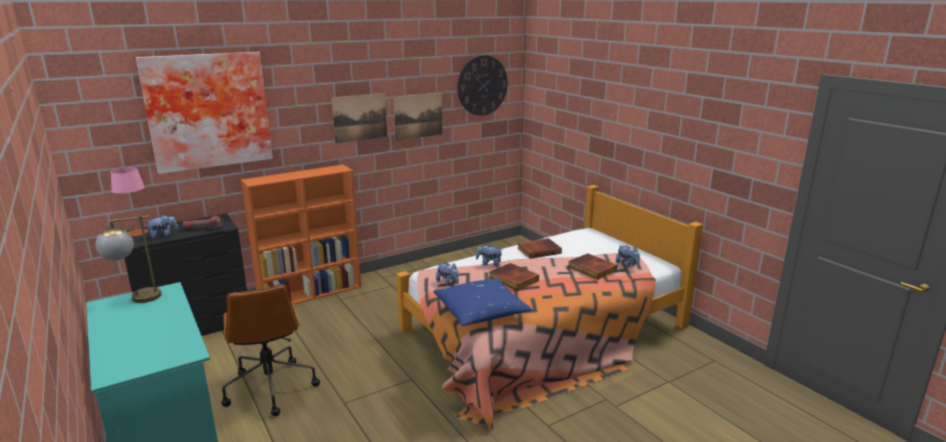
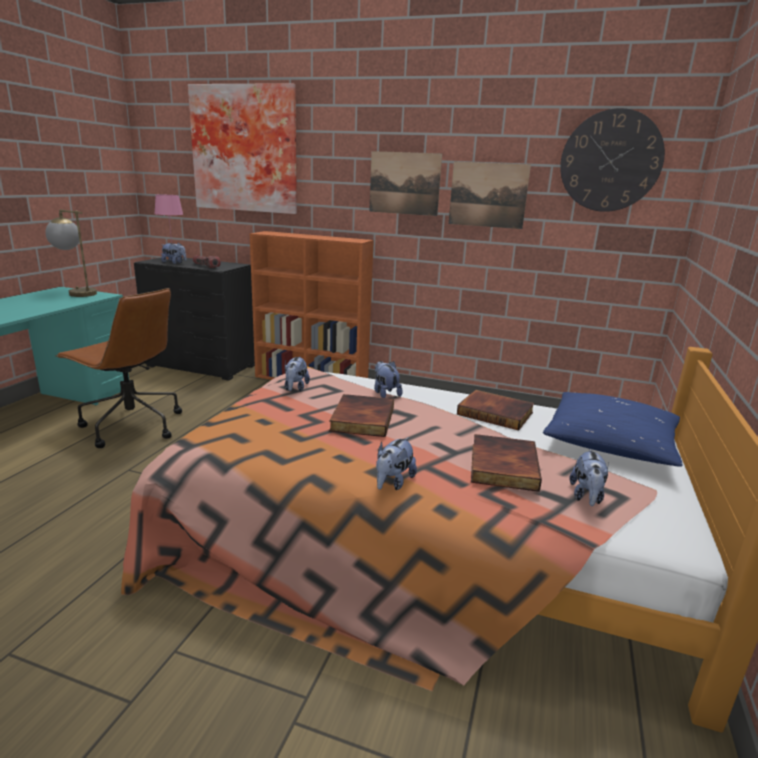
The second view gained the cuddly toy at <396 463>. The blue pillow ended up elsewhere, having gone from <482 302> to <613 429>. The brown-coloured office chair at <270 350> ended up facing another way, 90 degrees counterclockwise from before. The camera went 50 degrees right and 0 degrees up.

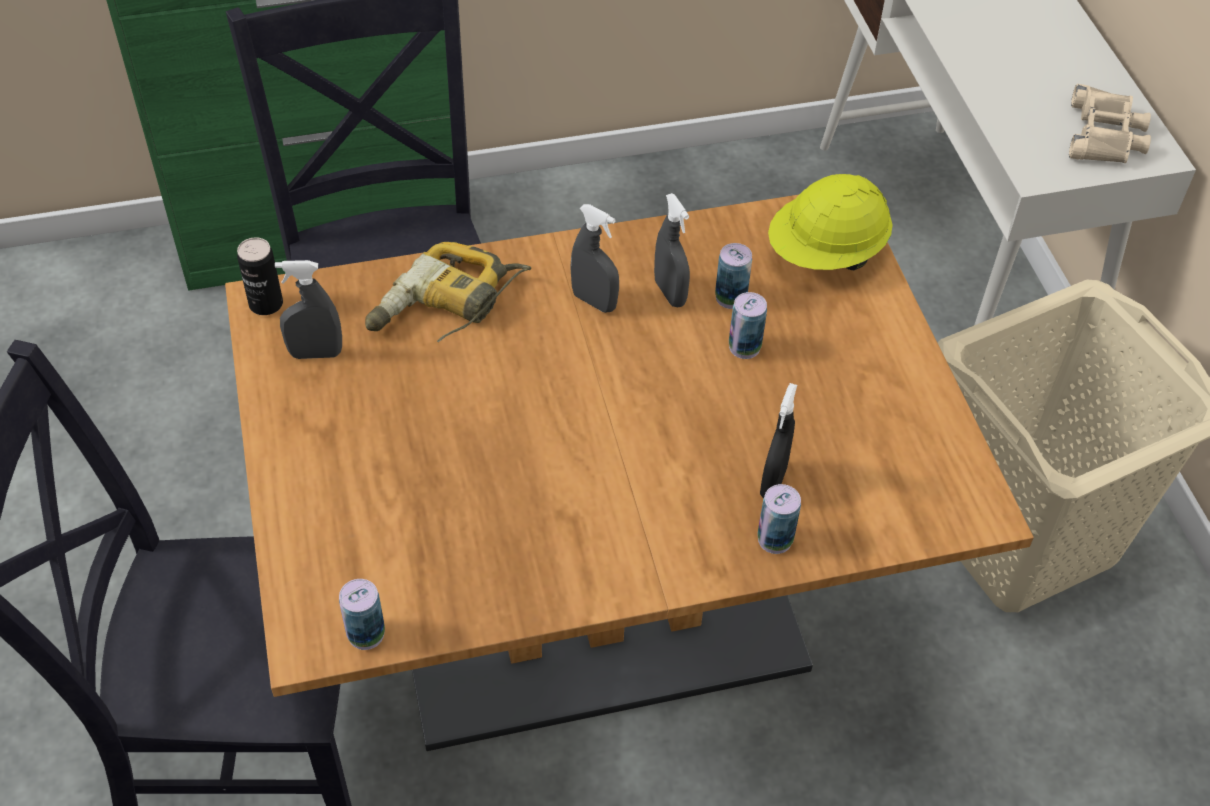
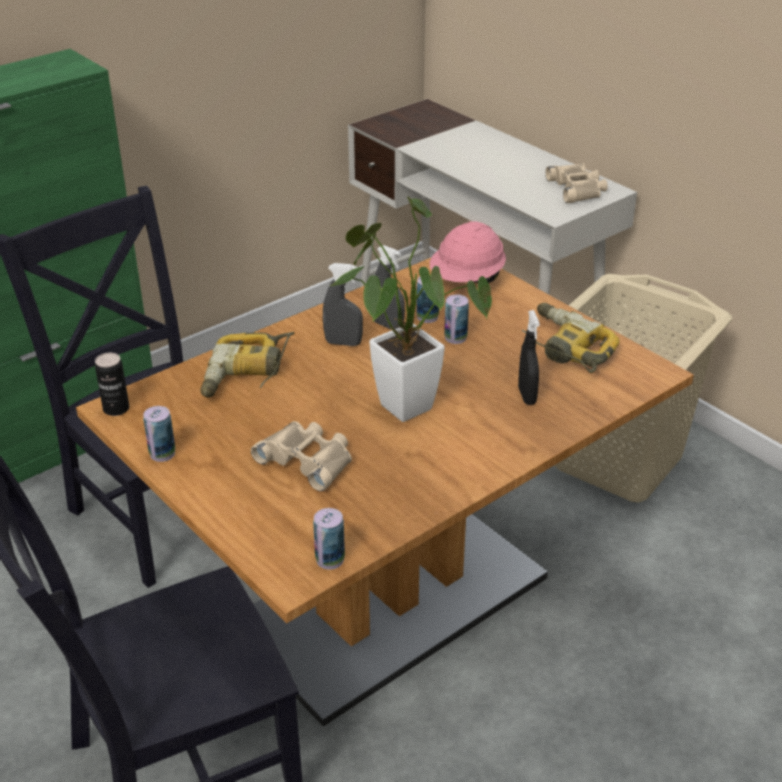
The second view lost the gray hand sprayer at <308 309>. The second view gained the beige field glasses at <301 456>. The second view gained the potted plant at <410 309>. The second view gained the drill at <571 338>. The metal can ended up elsewhere, having gone from <779 519> to <159 434>. What was the yellow work helmet at <830 222> turned into the pinkish work helmet at <468 252>. The camera went 25 degrees left and 15 degrees down.

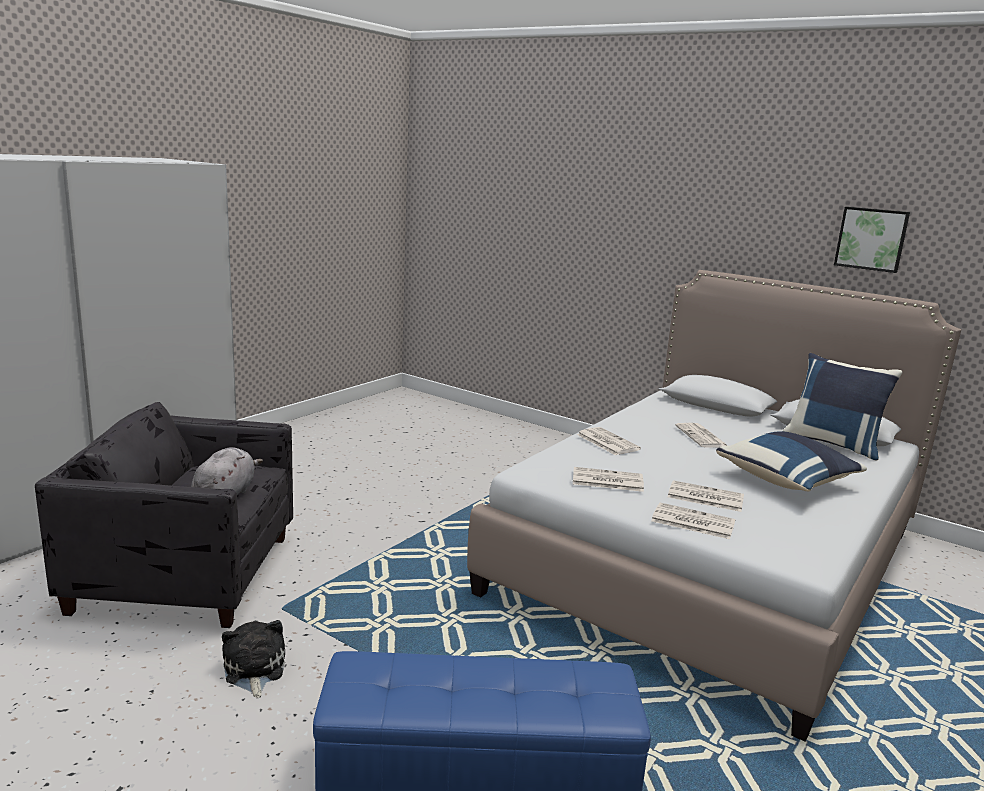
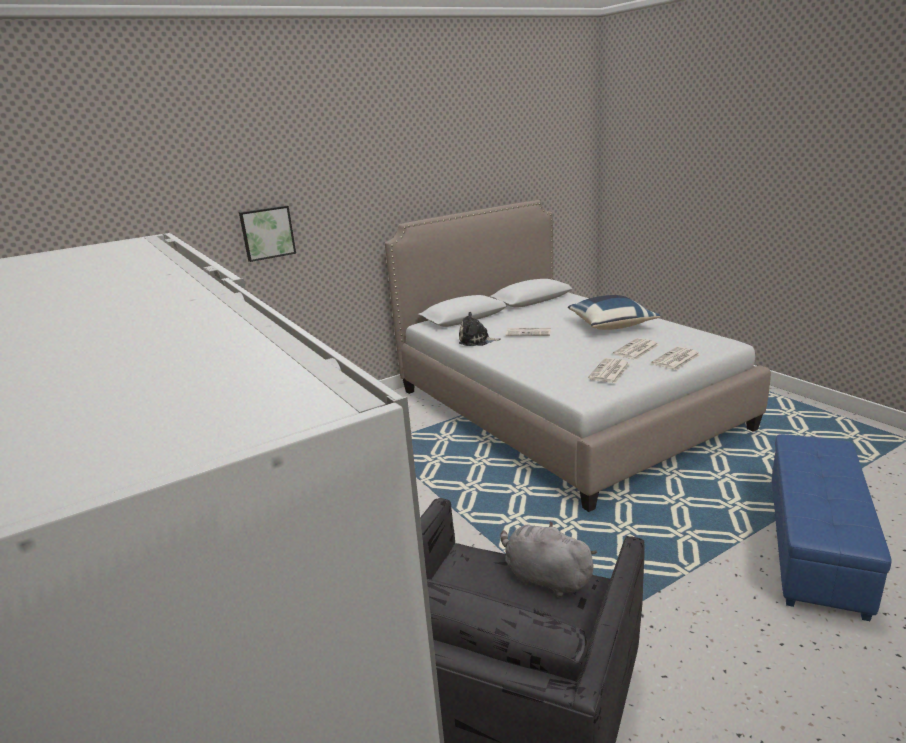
The second view lost the printed paper at <609 441>. The second view lost the blue pillow at <843 406>. The cuddly toy ended up elsewhere, having gone from <253 659> to <480 329>. The wall art ended up elsewhere, having gone from <872 239> to <267 233>. The camera went 65 degrees left and 5 degrees up.

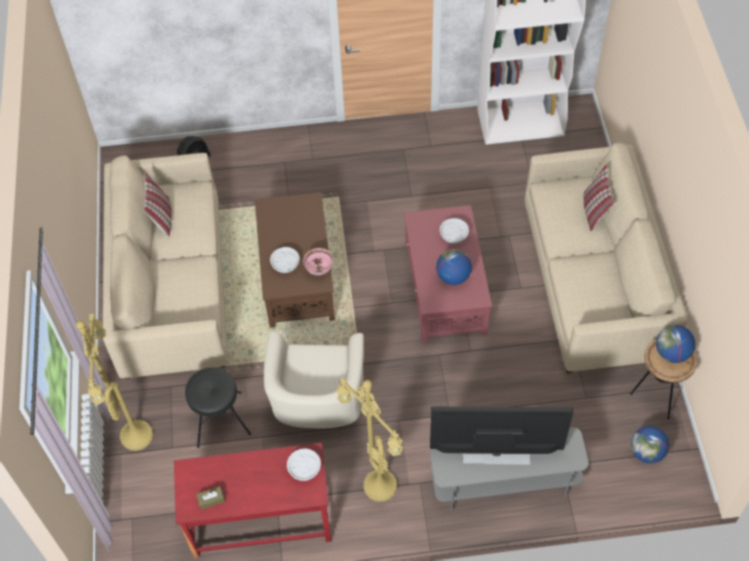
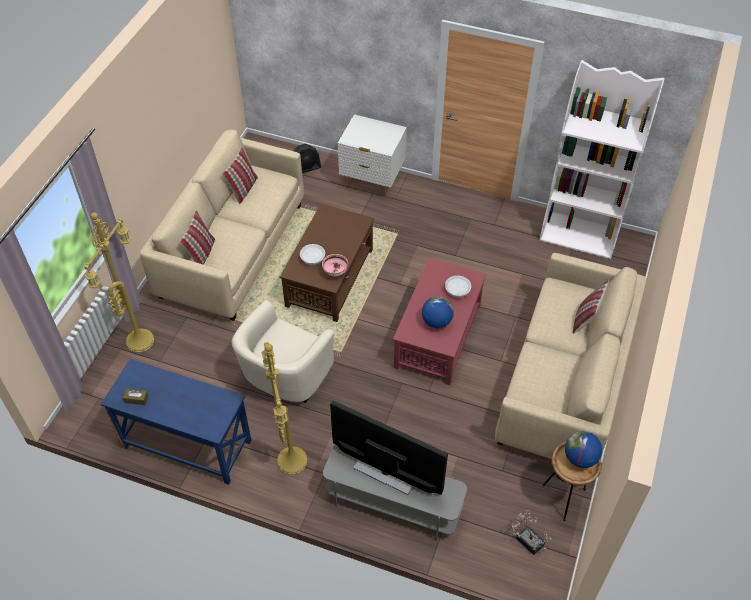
The second view lost the blackish stool seat at <218 407>. The second view lost the whitish deep dish at <304 465>. The second view gained the pillow at <197 238>. The second view gained the whitish bedside table at <372 155>. Where the globe stood at <650 445>, the potted plant came to stand at <531 532>. What was the red-coloured desk table at <252 501> turned into the blue desk table at <176 422>. The camera went 25 degrees right and 5 degrees down.

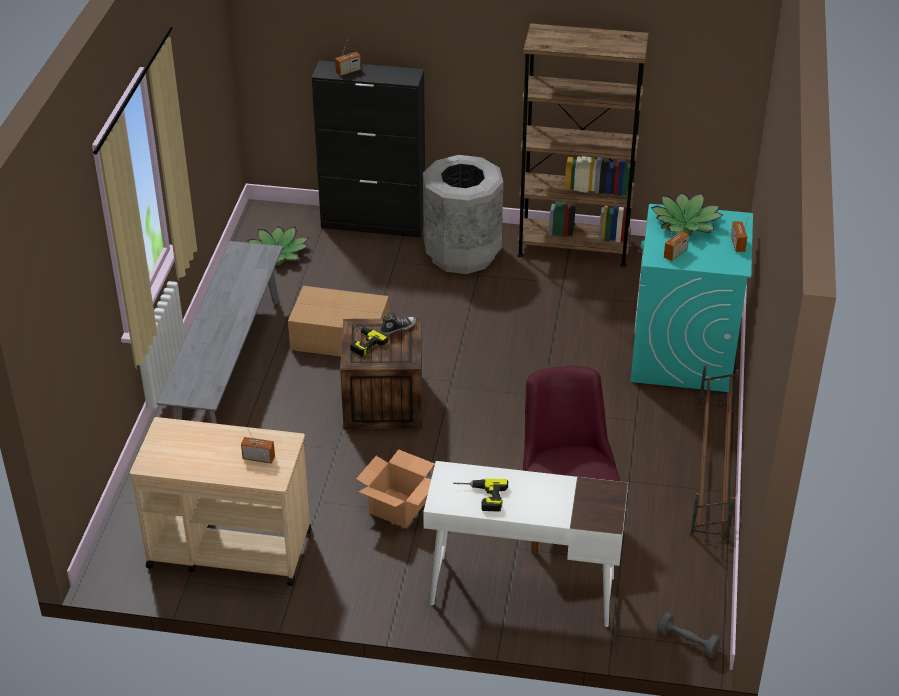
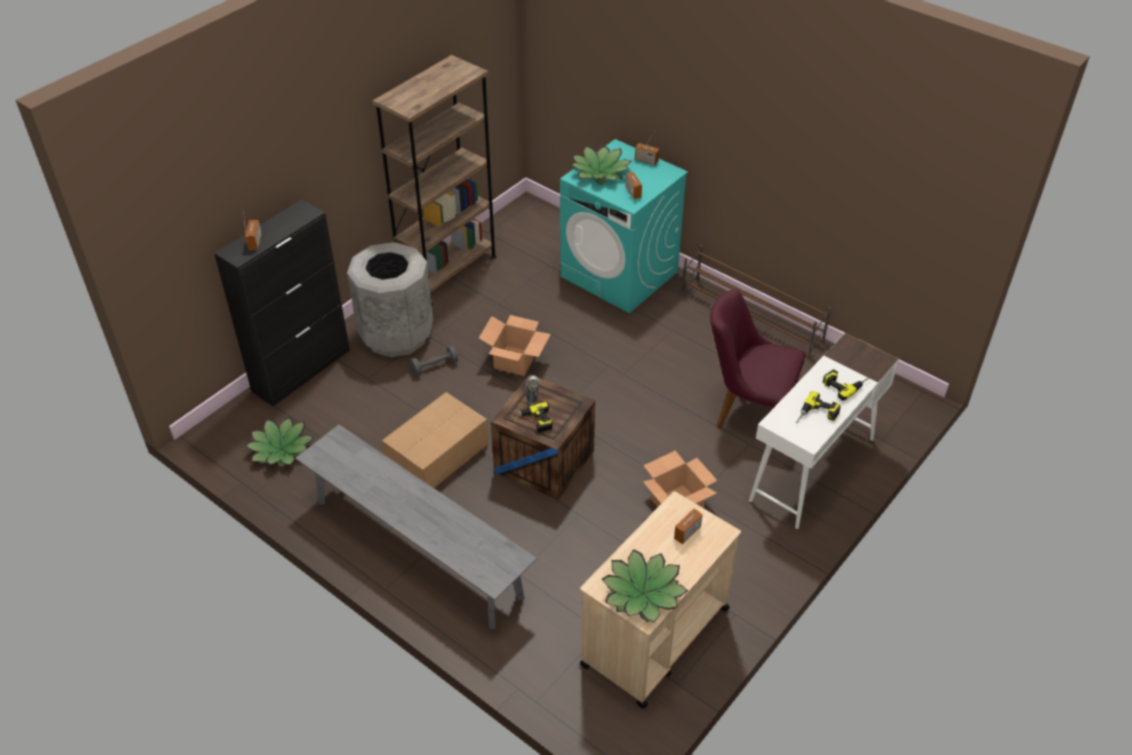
The second view gained the carton at <515 345>. The second view gained the potted plant at <645 586>. The second view gained the drill at <847 385>. The gray hand weight ended up elsewhere, having gone from <689 635> to <434 360>. The camera went 60 degrees left and 5 degrees up.

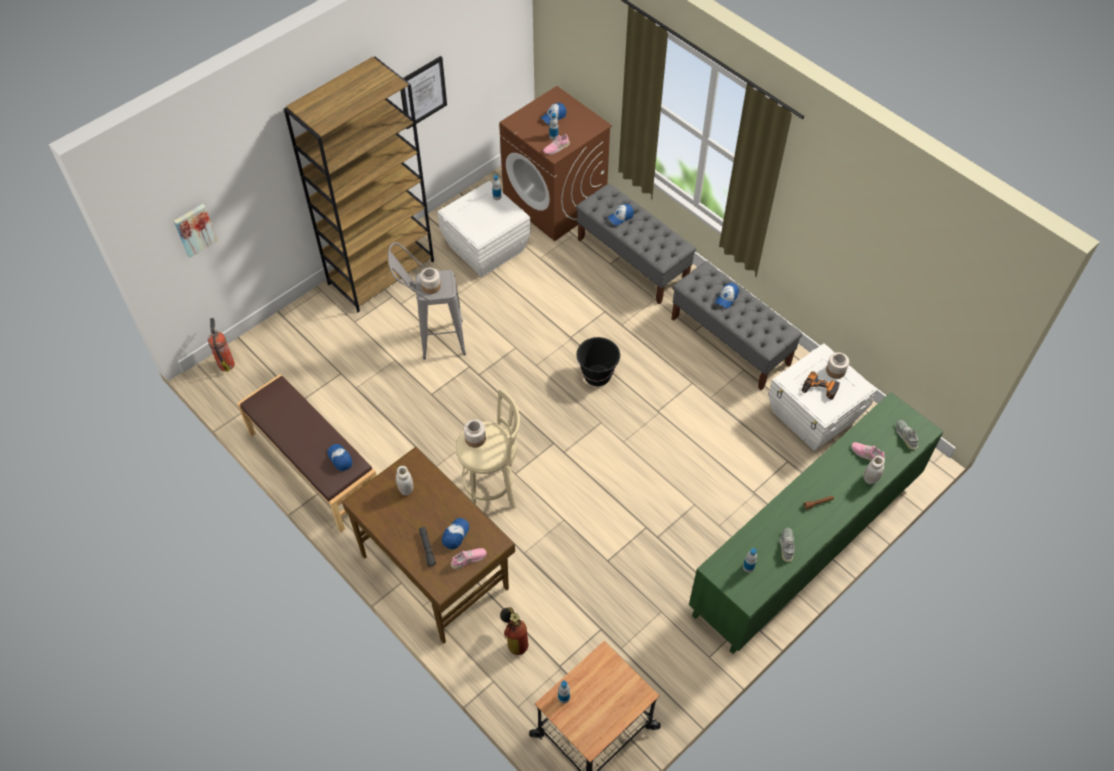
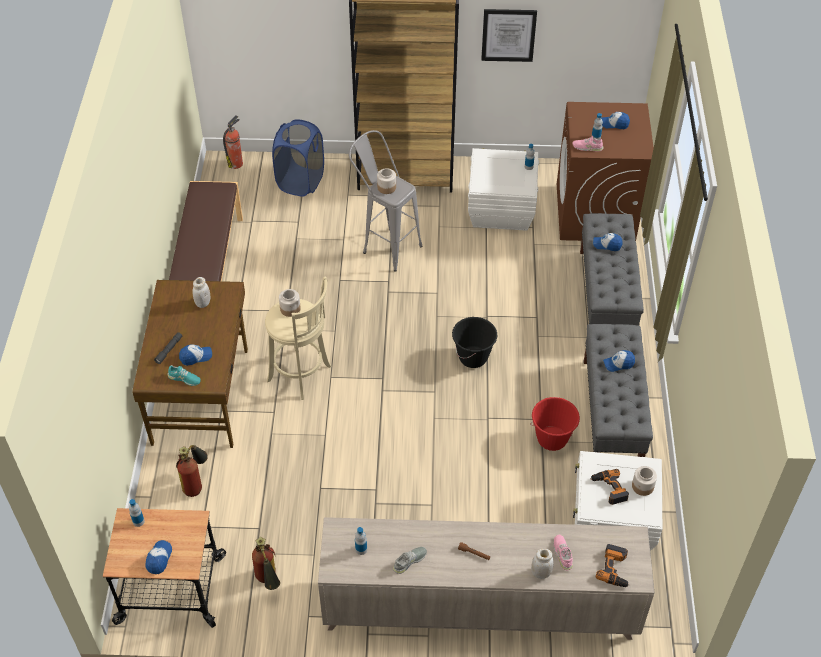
The second view lost the wall art at <196 231>. The second view gained the fire-fighting cylinder at <266 563>. The second view gained the blue laundry basket at <298 158>. The second view gained the red-coloured water bucket at <555 424>. The cap ended up elsewhere, having gone from <340 457> to <158 557>. Where the gray low shoe stood at <907 435>, the drill came to stand at <613 565>. What was the pinkish low shoe at <469 558> turned into the blue-green low shoe at <183 375>. What was the green storage cabinet at <816 523> turned into the beige storage cabinet at <486 578>. The camera went 45 degrees right and 5 degrees down.

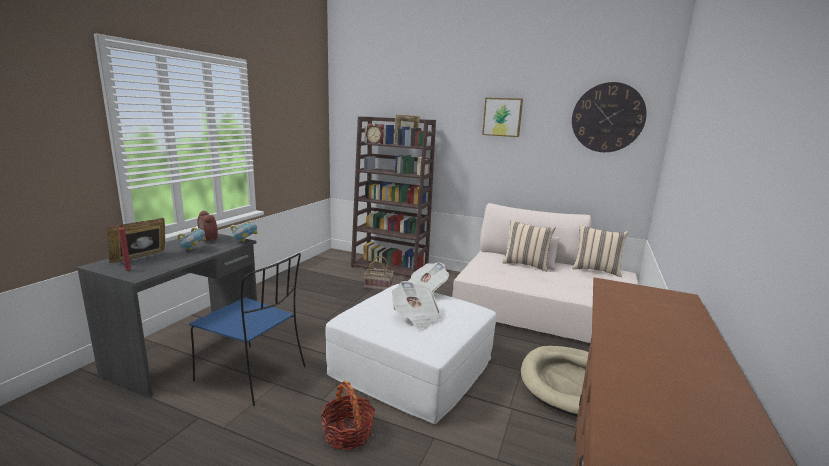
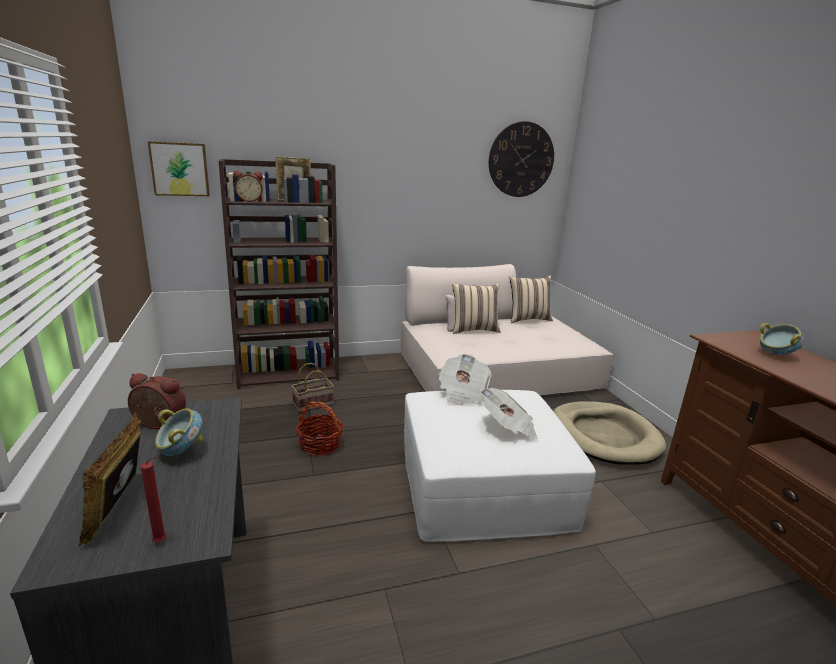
The second view lost the blue chair at <247 329>. The deep dish ended up elsewhere, having gone from <244 231> to <782 339>. The basket ended up elsewhere, having gone from <347 415> to <319 428>. The wall art ended up elsewhere, having gone from <502 117> to <179 168>. The camera went 40 degrees left and 5 degrees up.

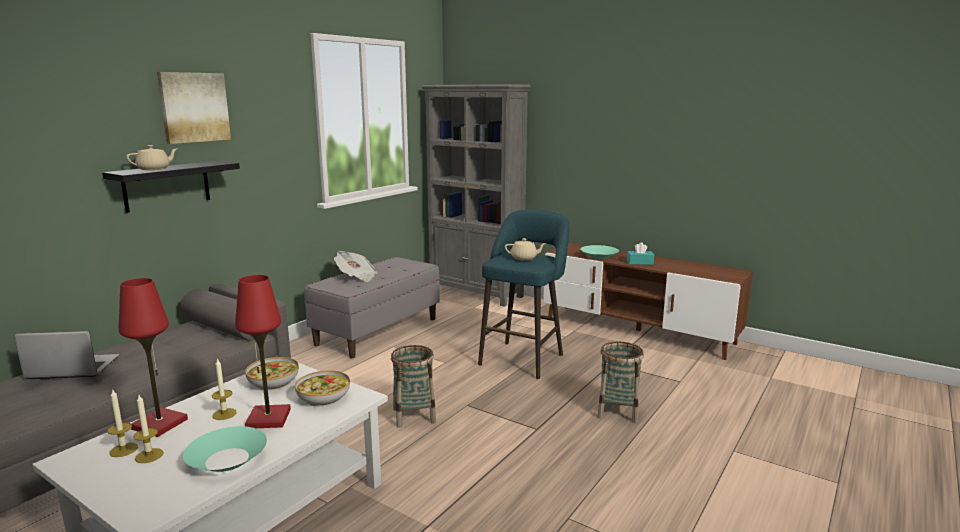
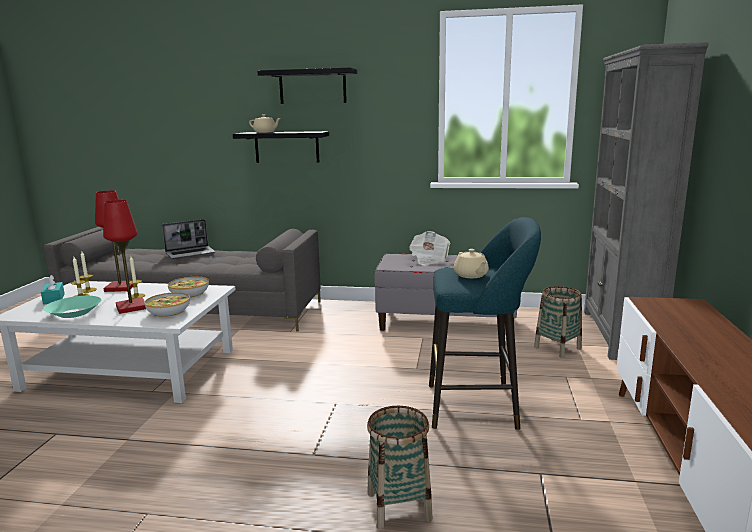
The second view lost the blue-green deep dish at <599 252>. The basket ended up elsewhere, having gone from <413 386> to <558 322>. The blue-green box of tissues ended up elsewhere, having gone from <640 254> to <53 290>. Where the wall art hung at <194 108>, the blackish shelf came to hang at <307 85>. The notebook computer at <66 355> ended up facing another way, 90 degrees clockwise from before. The camera went 65 degrees right and 0 degrees up.

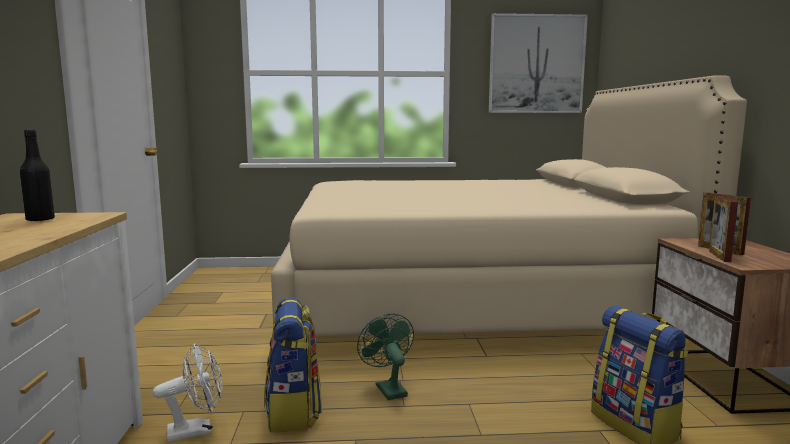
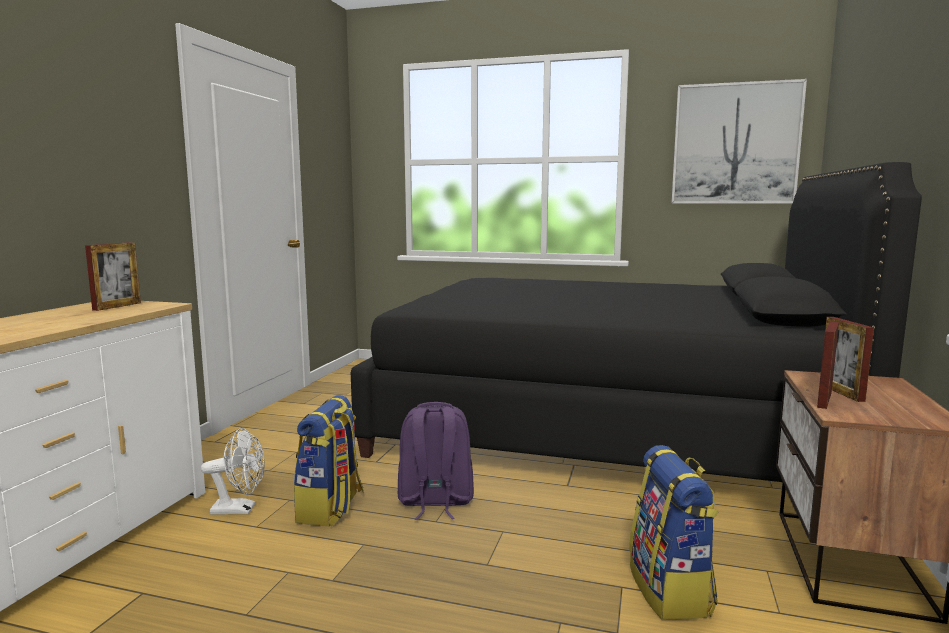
Where the blackish bottle stood at <37 175>, the picture frame came to stand at <113 276>. Where the green cooling fan stood at <385 356>, the purple knapsack came to stand at <436 461>. What was the beige sleeping bed at <509 205> turned into the blackish sleeping bed at <636 322>. The camera went 20 degrees right and 0 degrees up.

